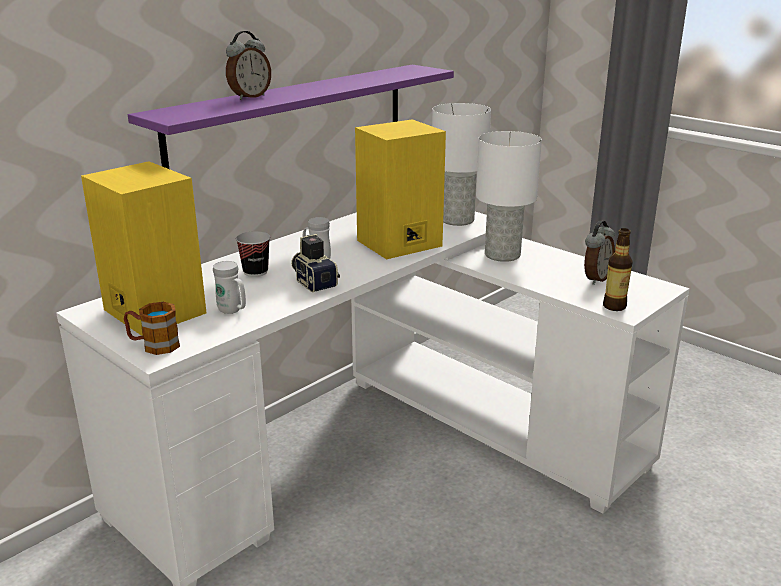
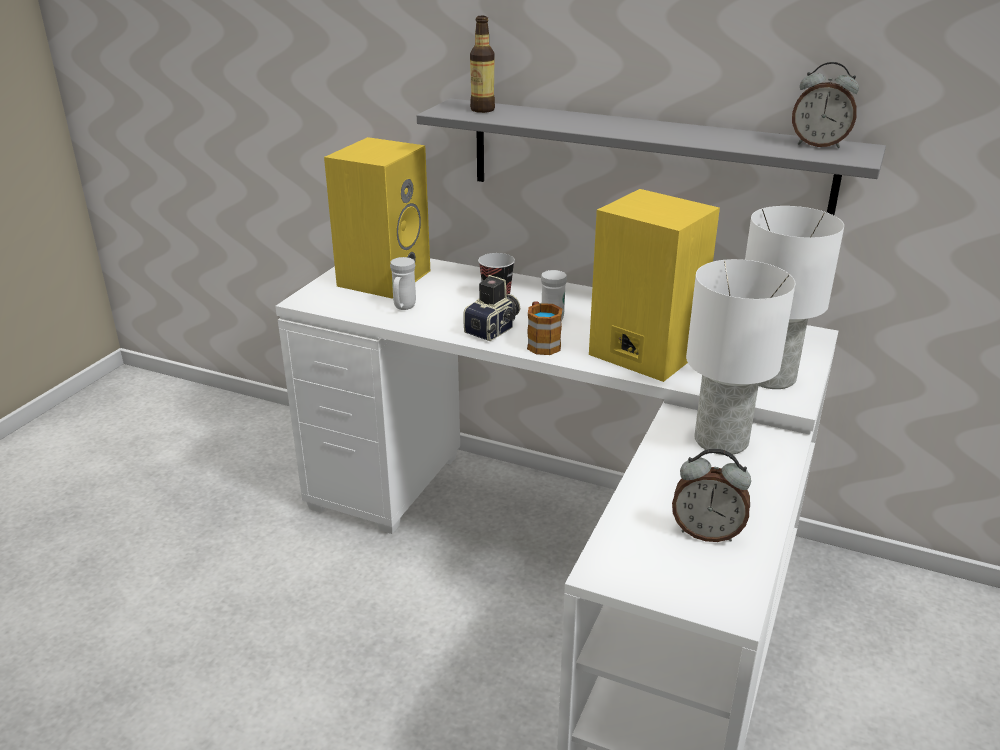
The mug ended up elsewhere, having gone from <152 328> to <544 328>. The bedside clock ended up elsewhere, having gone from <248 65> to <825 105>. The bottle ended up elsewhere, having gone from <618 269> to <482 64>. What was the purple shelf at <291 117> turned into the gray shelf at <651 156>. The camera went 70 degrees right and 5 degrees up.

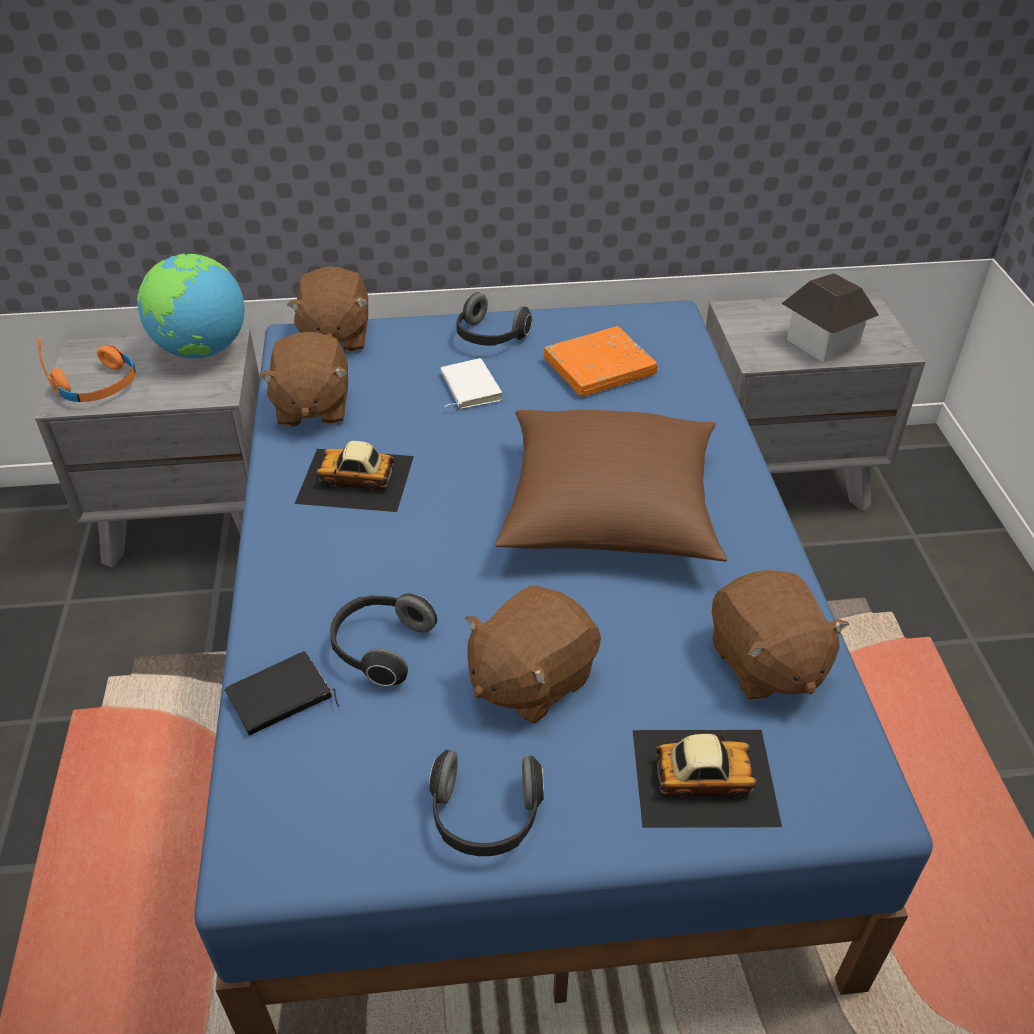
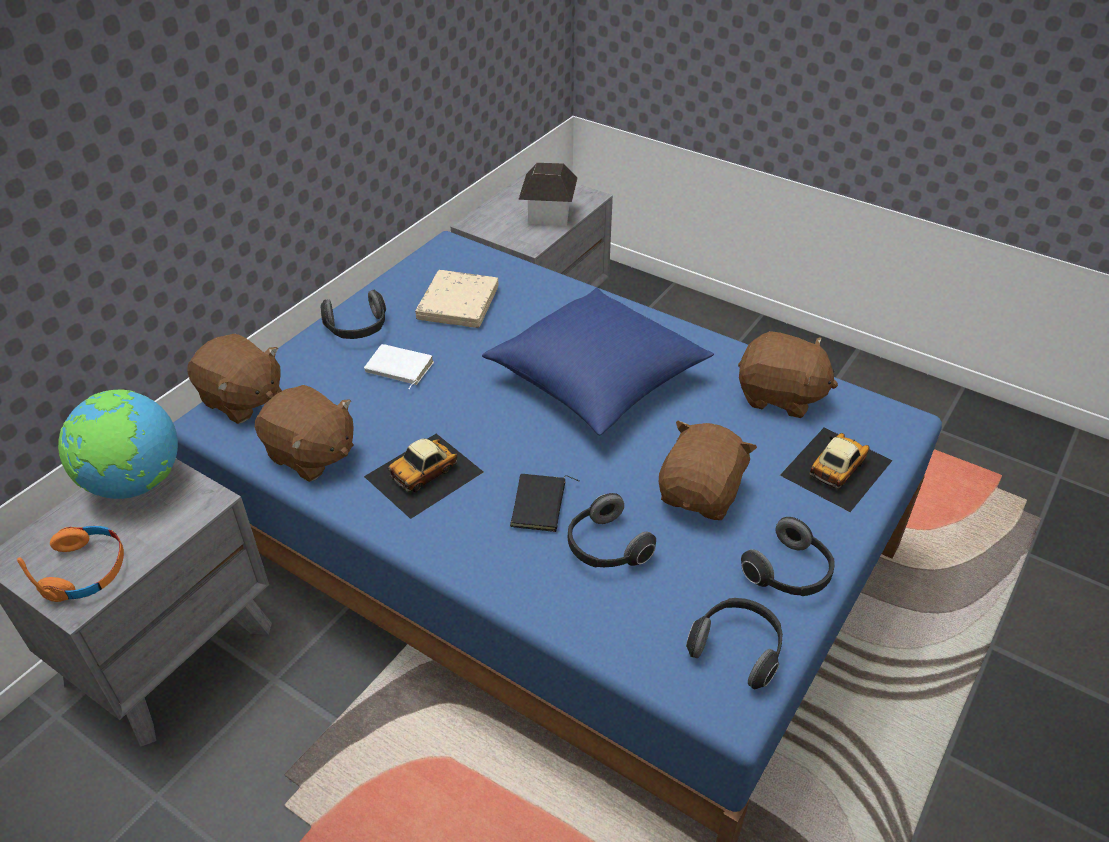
The second view gained the headset at <734 643>. The blackish bound book ended up elsewhere, having gone from <281 693> to <545 503>. What was the brown-coloured pillow at <611 485> turned into the blue pillow at <598 361>. What was the orange bound book at <600 361> turned into the beige bound book at <456 299>. The brown-coloured cuddly toy at <533 654> ended up facing another way, 150 degrees counterclockwise from before. The camera went 50 degrees left and 0 degrees up.

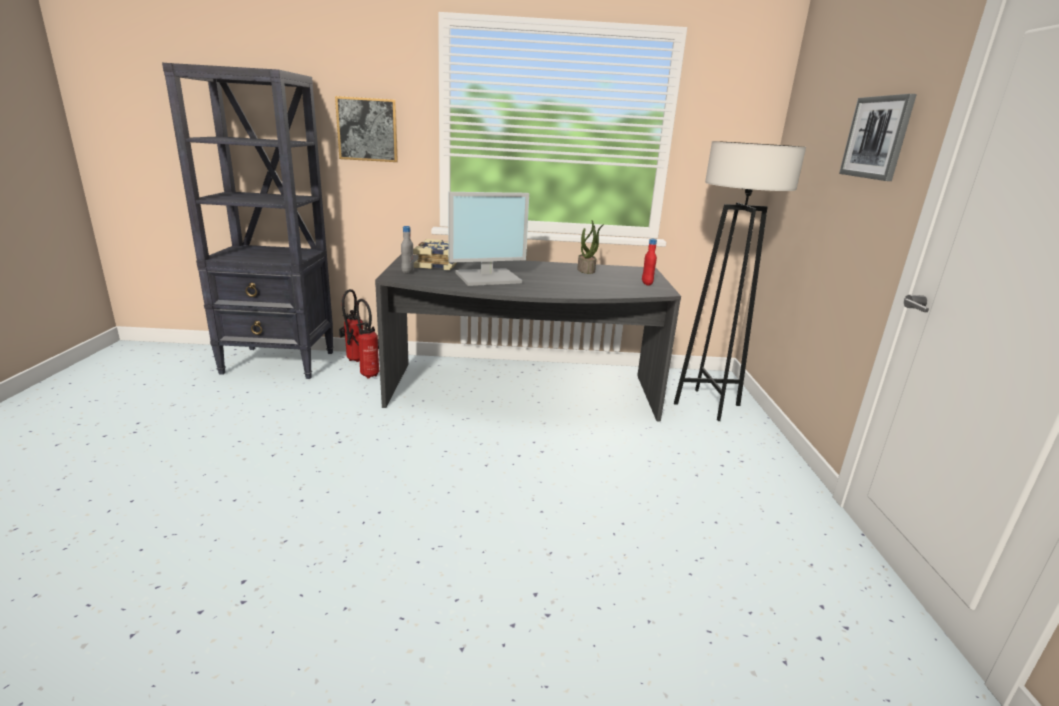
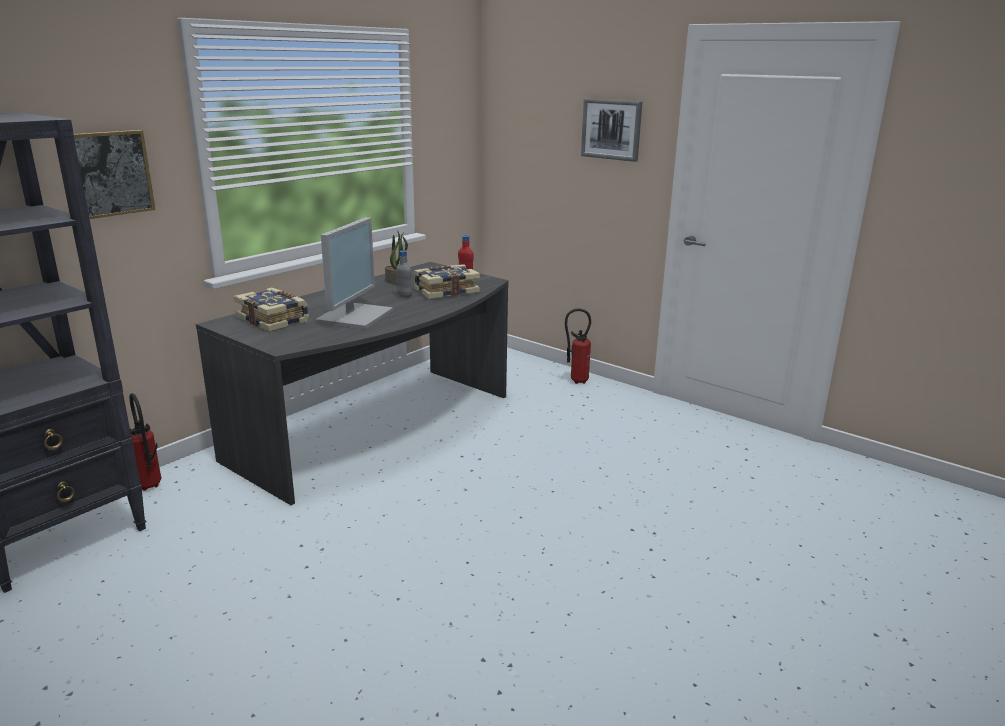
The second view lost the blackish floor lamp at <740 281>. The second view gained the bound book at <447 281>. The fire-fighting cylinder ended up elsewhere, having gone from <366 339> to <578 346>. The gray bottle ended up elsewhere, having gone from <407 250> to <404 274>. The camera went 50 degrees left and 0 degrees up.

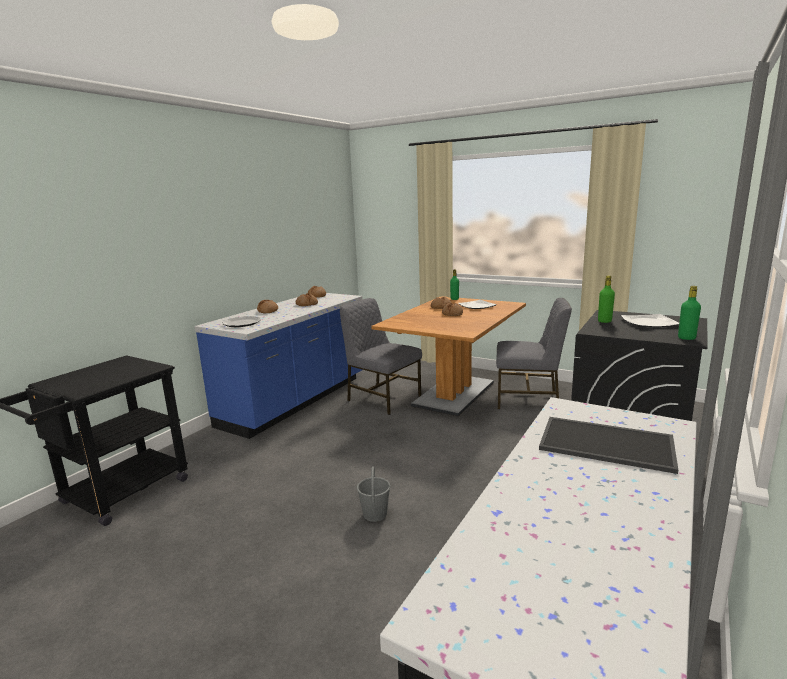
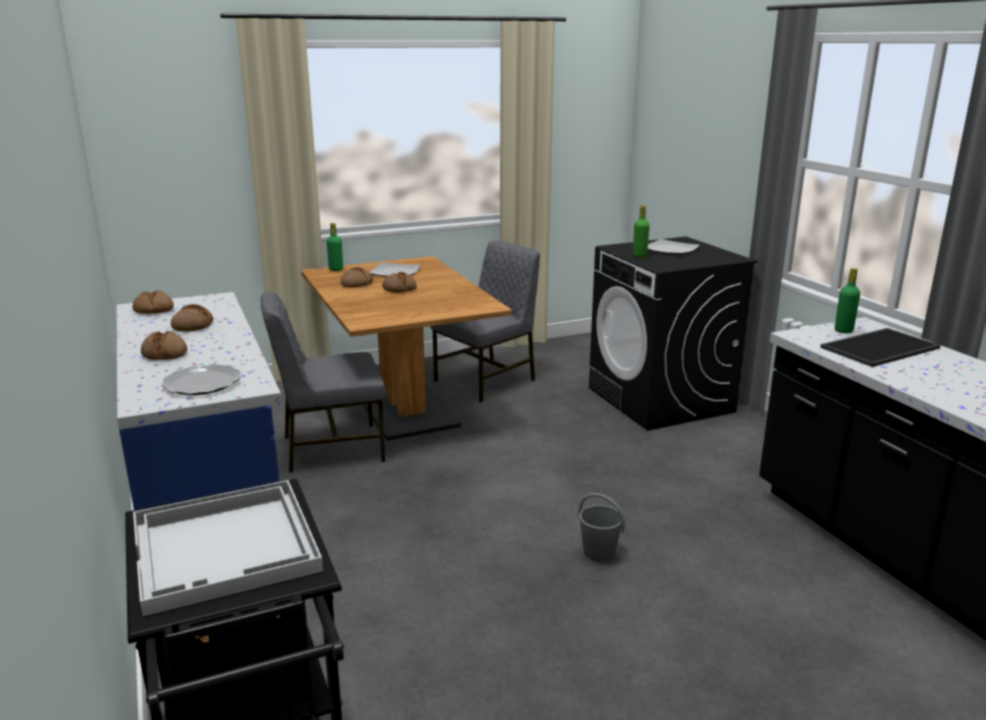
The second view gained the whitish tray at <228 548>. The green bottle ended up elsewhere, having gone from <689 313> to <847 300>. The camera went 55 degrees left and 5 degrees up.

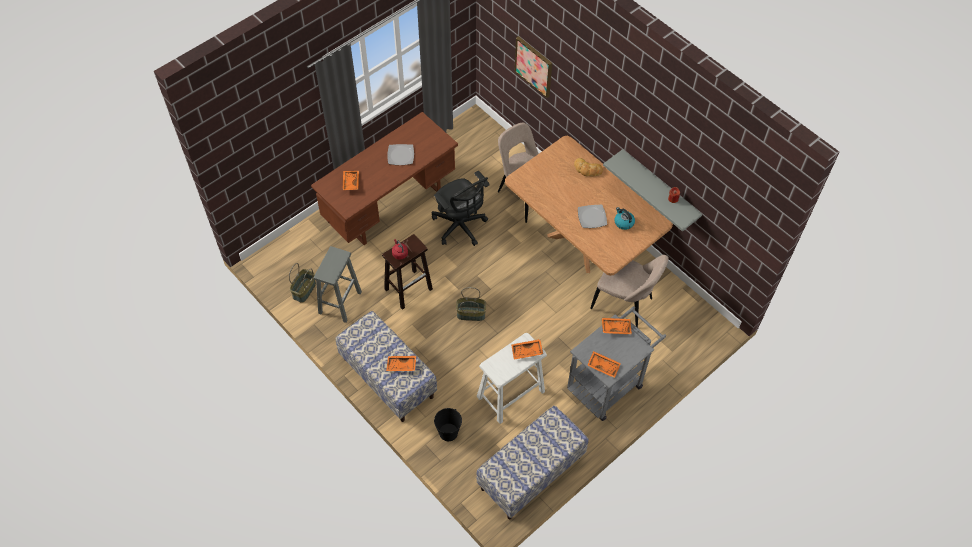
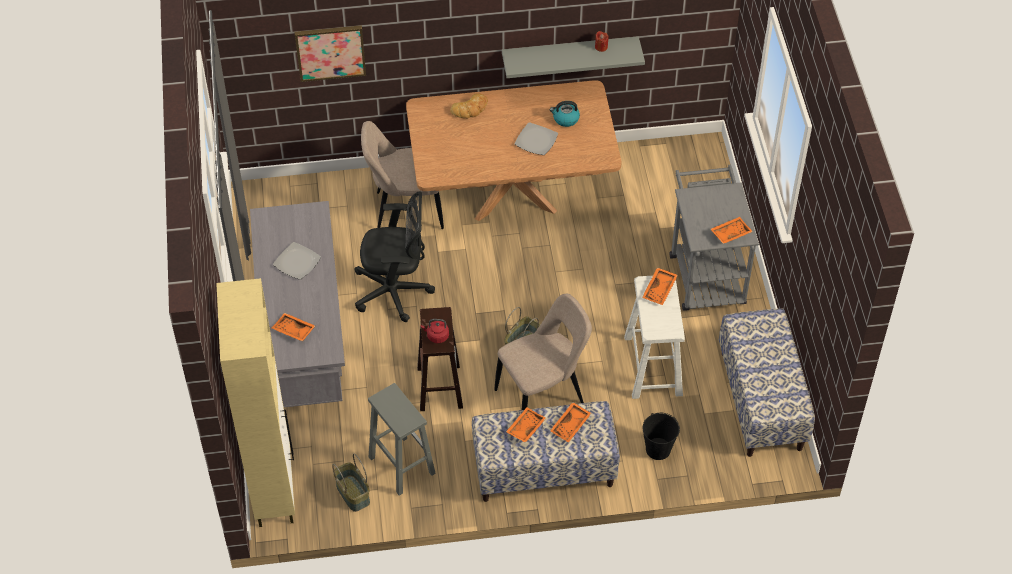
The second view gained the beige storage cabinet at <255 402>. The beige chair ended up elsewhere, having gone from <629 291> to <543 351>. The orange tray ended up elsewhere, having gone from <617 326> to <526 425>. What was the brown-coloured desk table at <384 178> turned into the gray desk table at <297 304>. The camera went 55 degrees left and 5 degrees down.

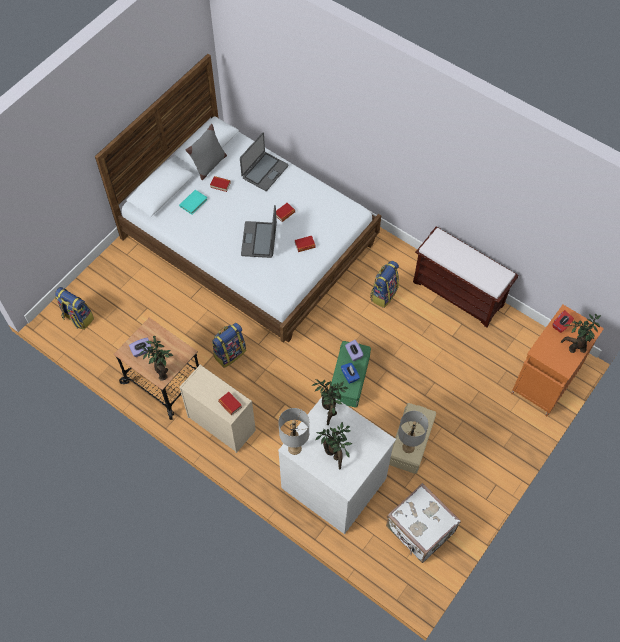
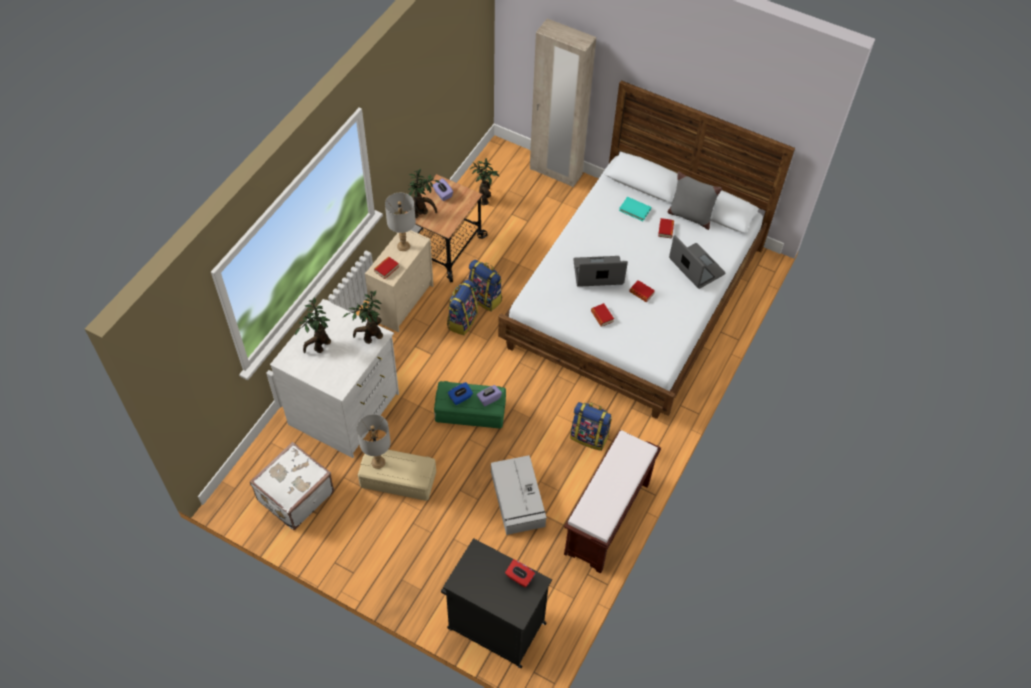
The second view gained the gray storage container at <519 495>. The second view gained the beige wardrobe at <563 103>. The knapsack ended up elsewhere, having gone from <74 308> to <462 307>. The gray lamp for a table ended up elsewhere, having gone from <293 431> to <400 222>. The potted plant ended up elsewhere, having gone from <581 333> to <484 181>. What was the orange storage cabinet at <557 360> turned into the blackish storage cabinet at <496 603>. The notebook computer at <264 161> ended up facing another way, 150 degrees counterclockwise from before. The camera went 80 degrees right and 5 degrees down.

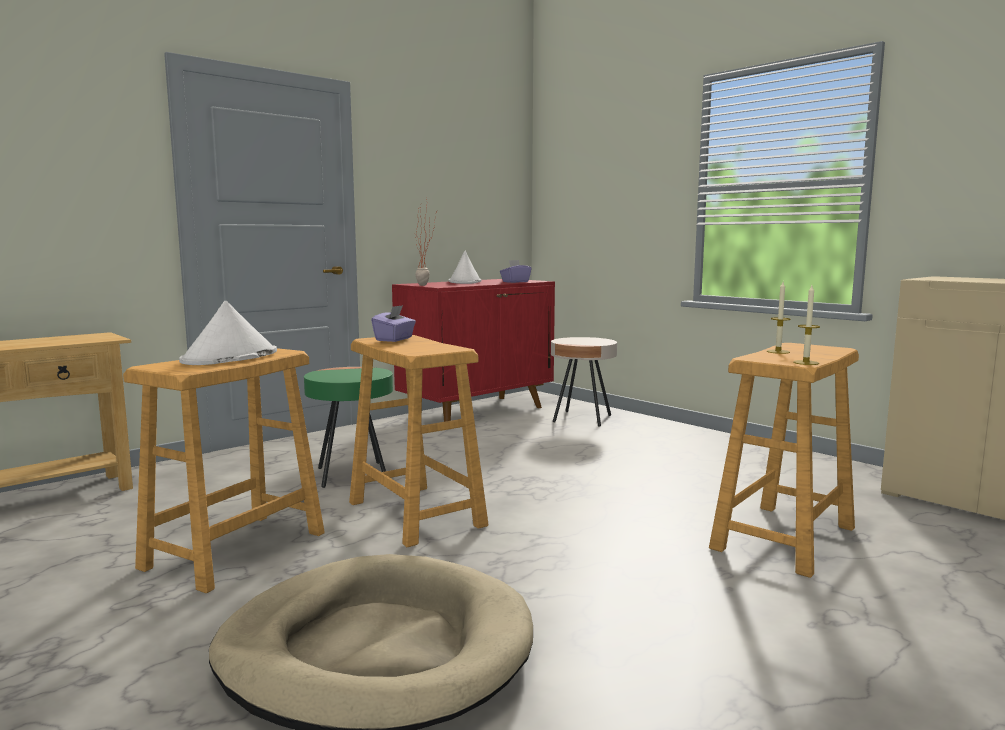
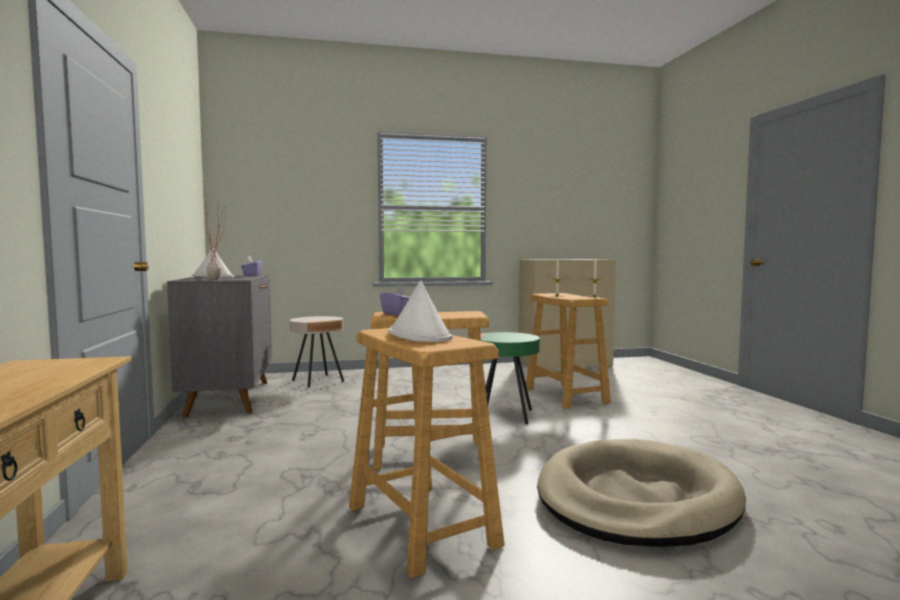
The green side table ended up elsewhere, having gone from <348 427> to <510 378>. What was the red-coloured storage cabinet at <473 350> turned into the gray storage cabinet at <219 345>. The camera went 60 degrees left and 5 degrees down.

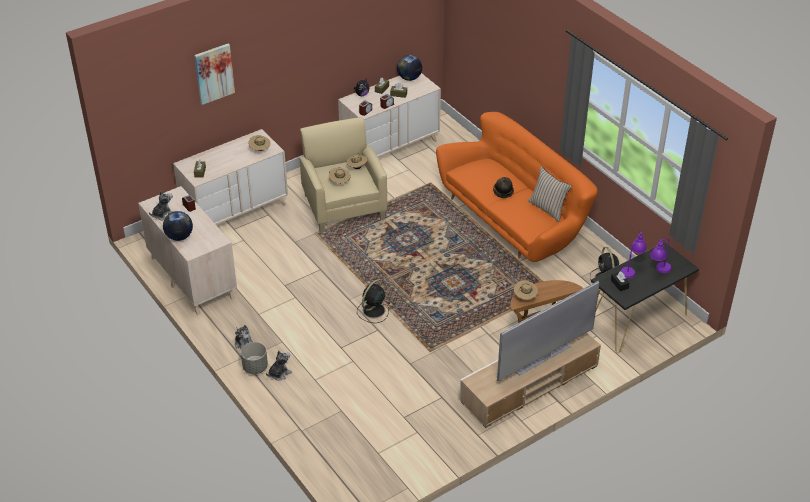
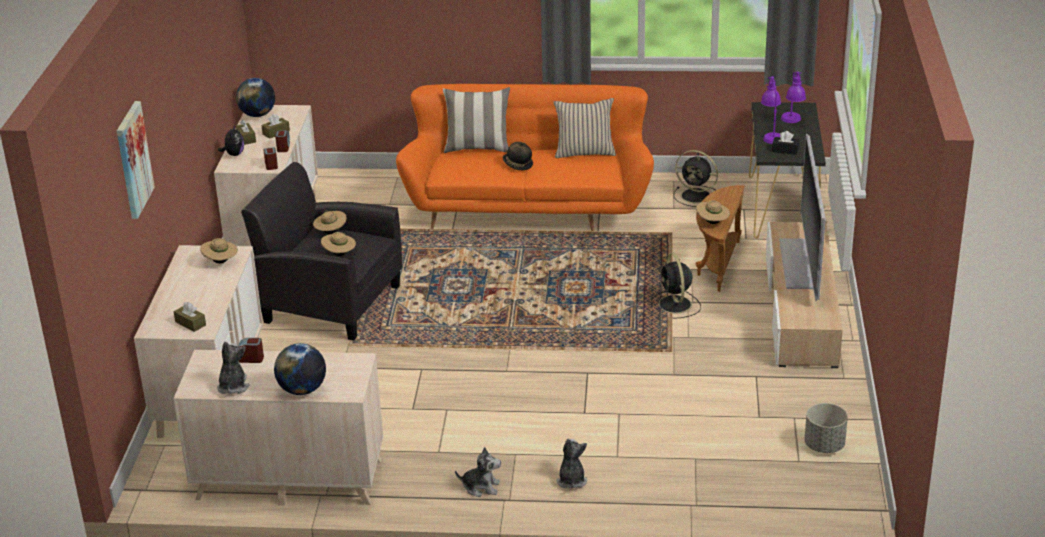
The second view gained the pillow at <476 120>. The gray flower pot ended up elsewhere, having gone from <254 358> to <826 428>. The blackish cooling fan ended up elsewhere, having gone from <373 301> to <676 286>. What was the beige lounge chair at <343 175> turned into the blackish lounge chair at <321 251>. The camera went 50 degrees left and 10 degrees down.

